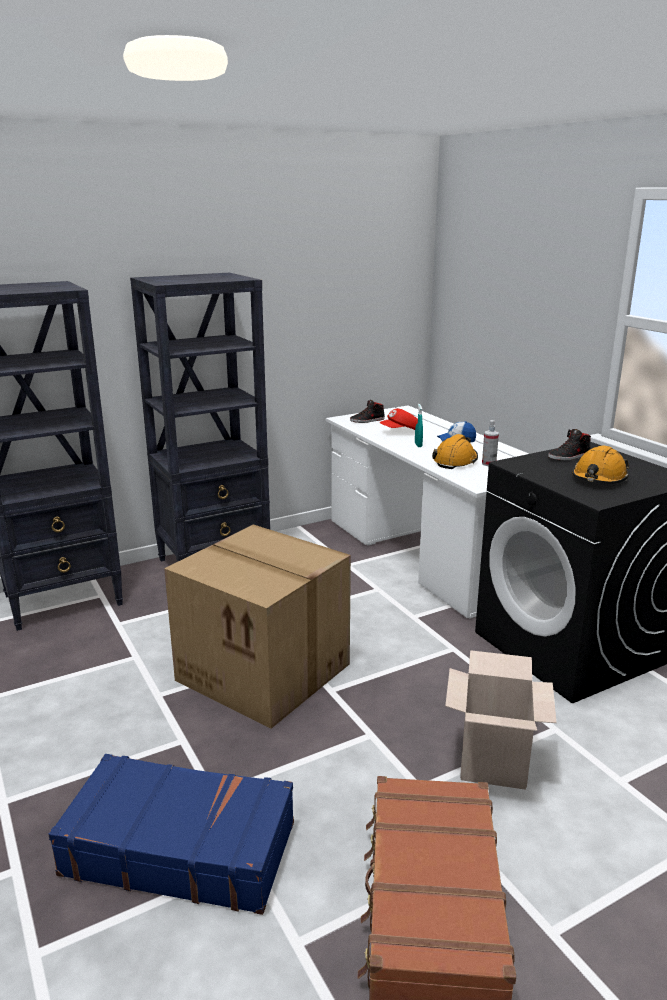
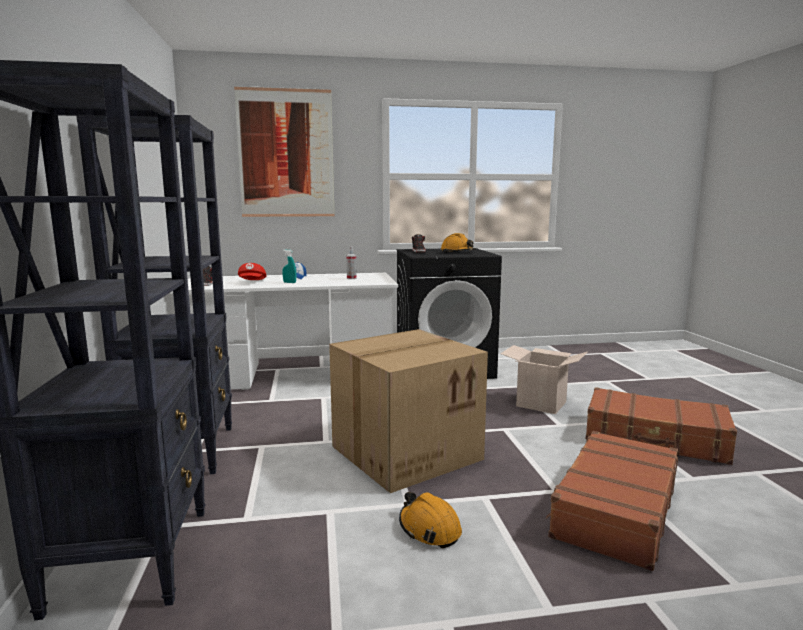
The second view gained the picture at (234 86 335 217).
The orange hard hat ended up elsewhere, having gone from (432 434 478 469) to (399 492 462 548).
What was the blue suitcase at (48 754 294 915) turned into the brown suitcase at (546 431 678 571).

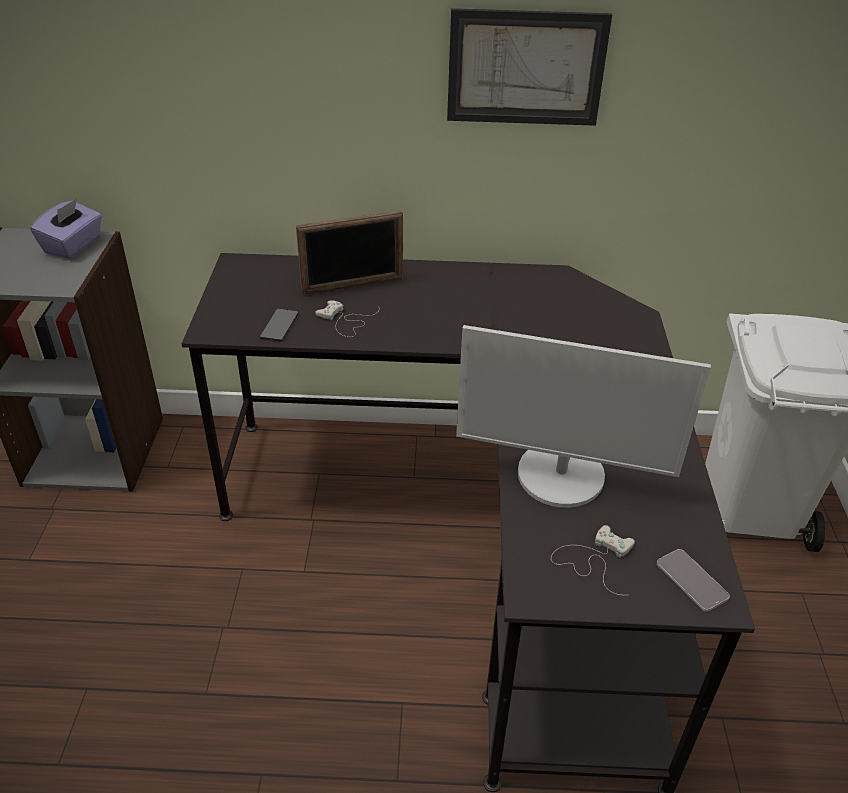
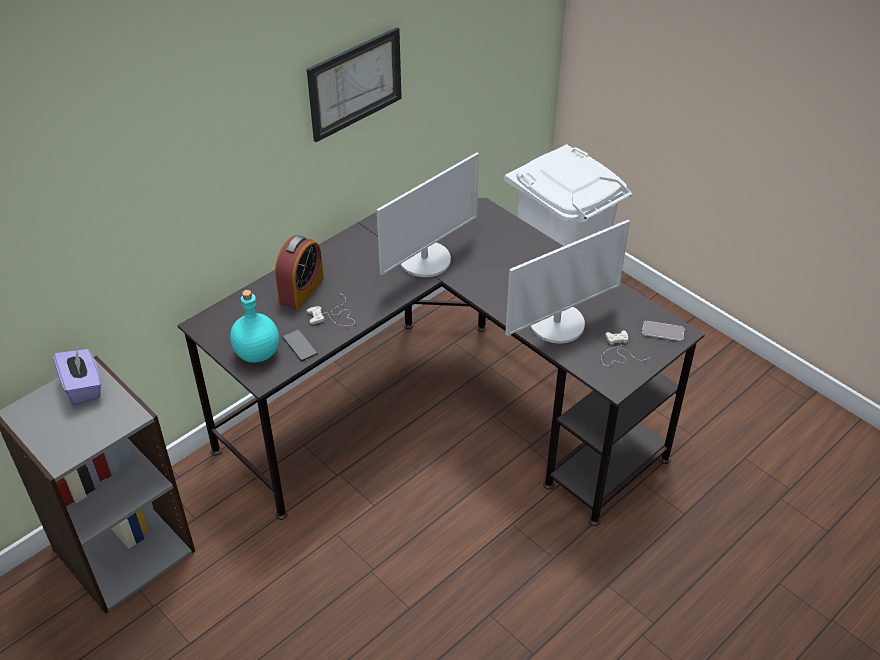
The second view gained the turquoise bottle at (230 290 279 363).
The second view gained the monitor at (377 152 479 277).
Where the picture frame stood at (296 210 403 295), the alarm clock came to stand at (275 235 324 310).

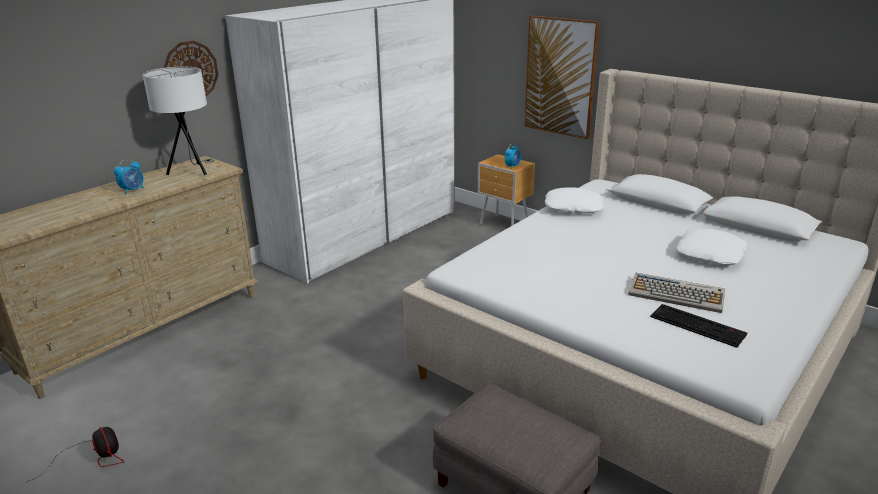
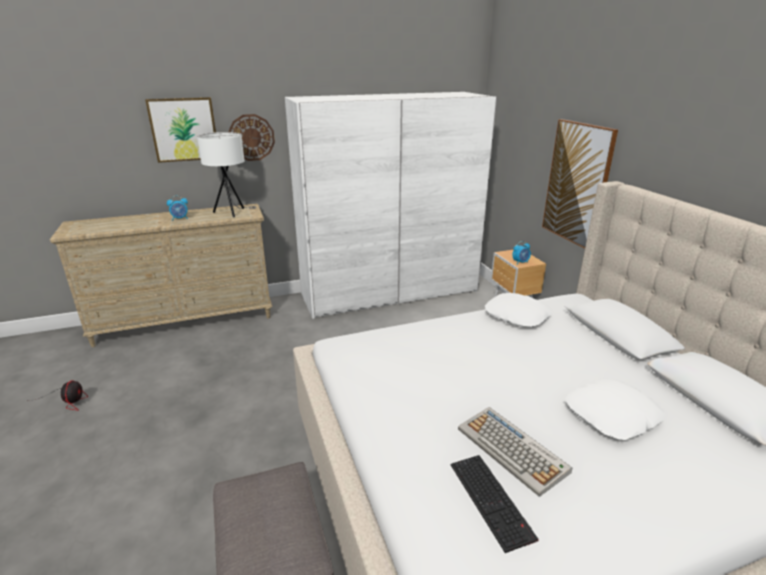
The second view gained the picture at (145 97 216 163).

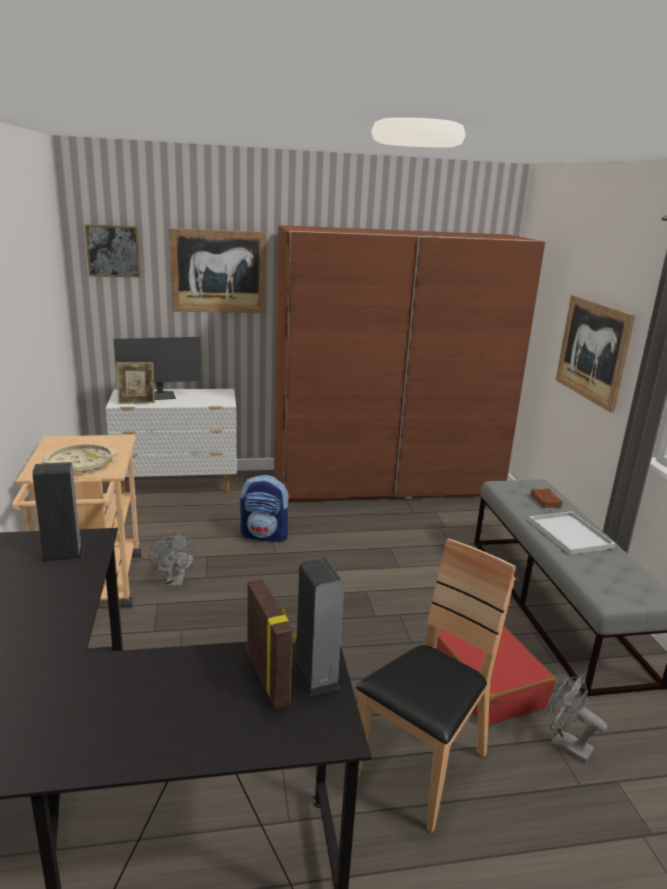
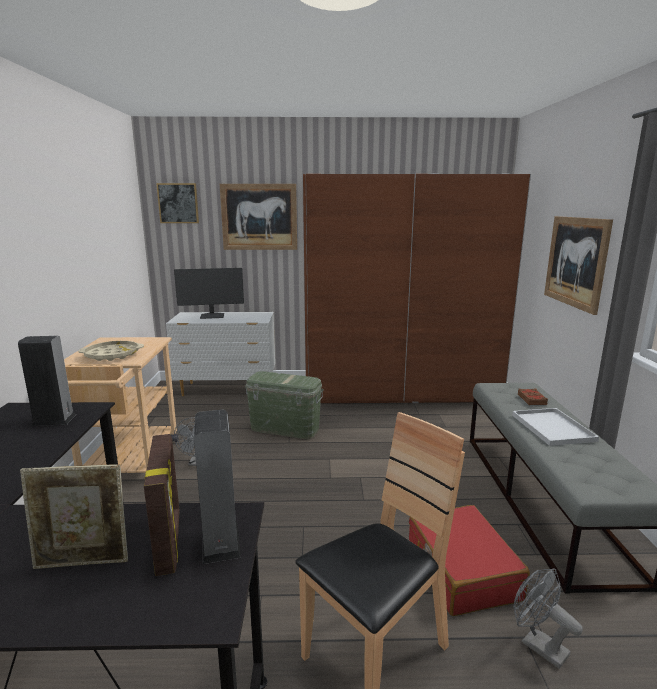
The picture frame ended up elsewhere, having gone from (116 362 155 404) to (20 464 128 569).
Where the backpack stood at (240 475 291 543), the green storage box came to stand at (245 371 324 439).

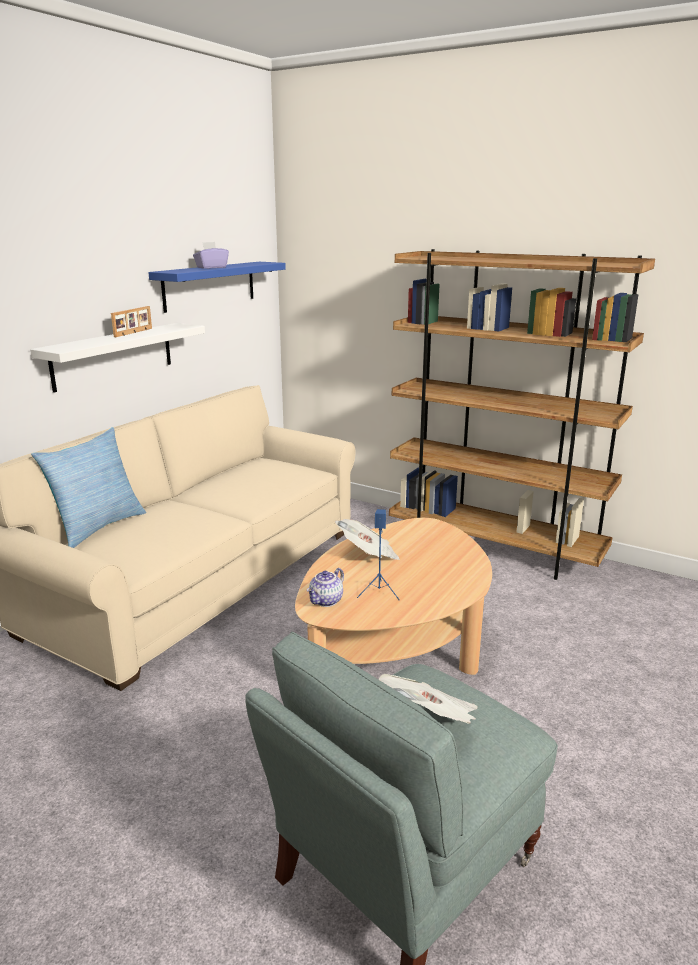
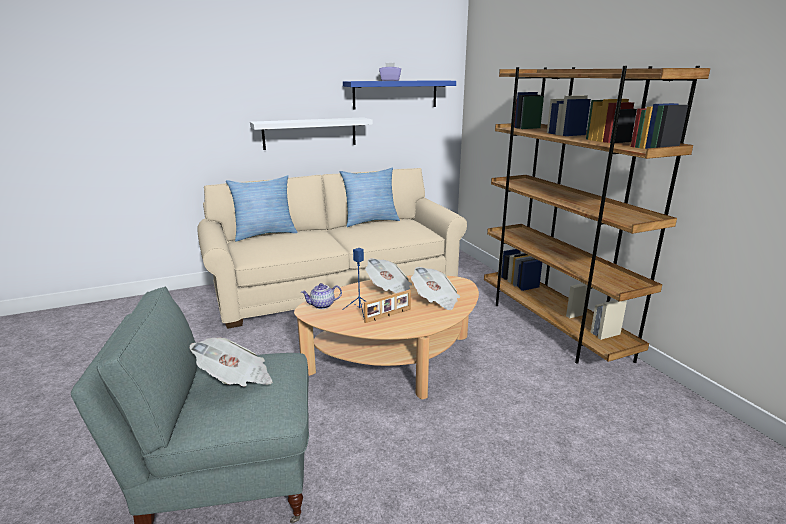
The second view gained the pillow at (340 167 400 227).
The second view gained the newspaper at (411 267 460 310).
The picture frame ended up elsewhere, having gone from (111 306 152 337) to (364 290 411 323).

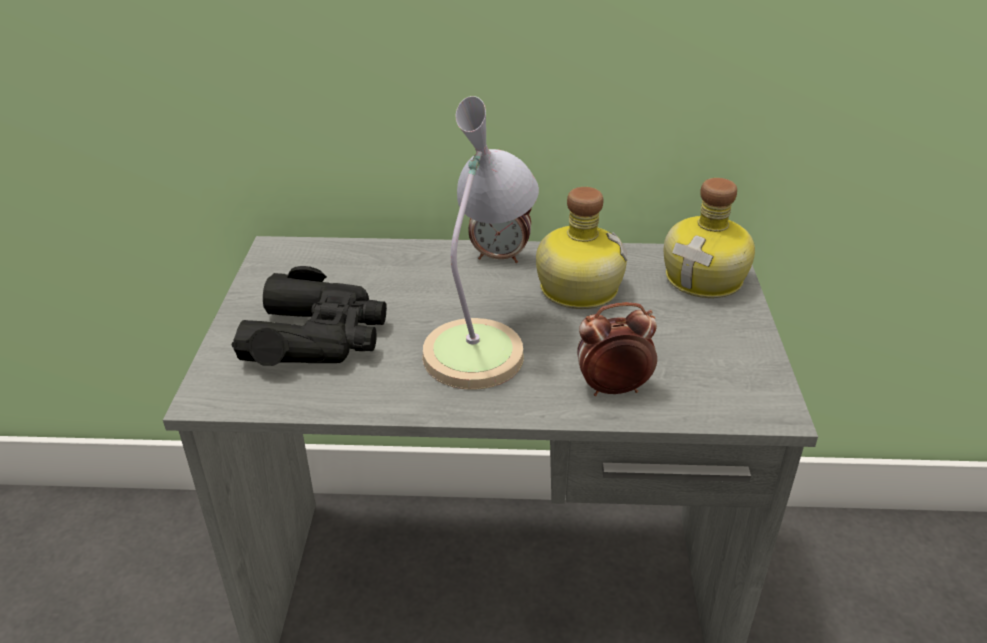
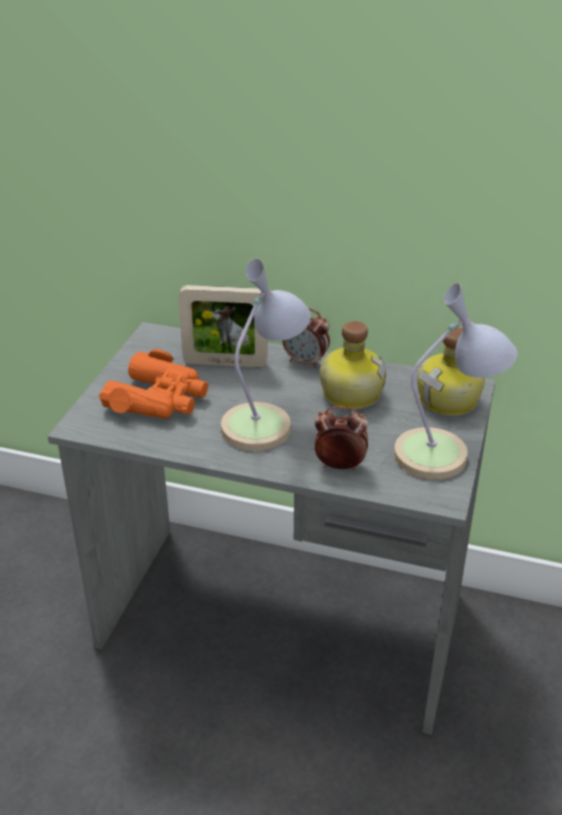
The second view gained the picture frame at (178 285 268 367).
The second view gained the table lamp at (394 283 518 480).
What was the black binoculars at (232 266 387 366) turned into the orange binoculars at (99 349 208 419).

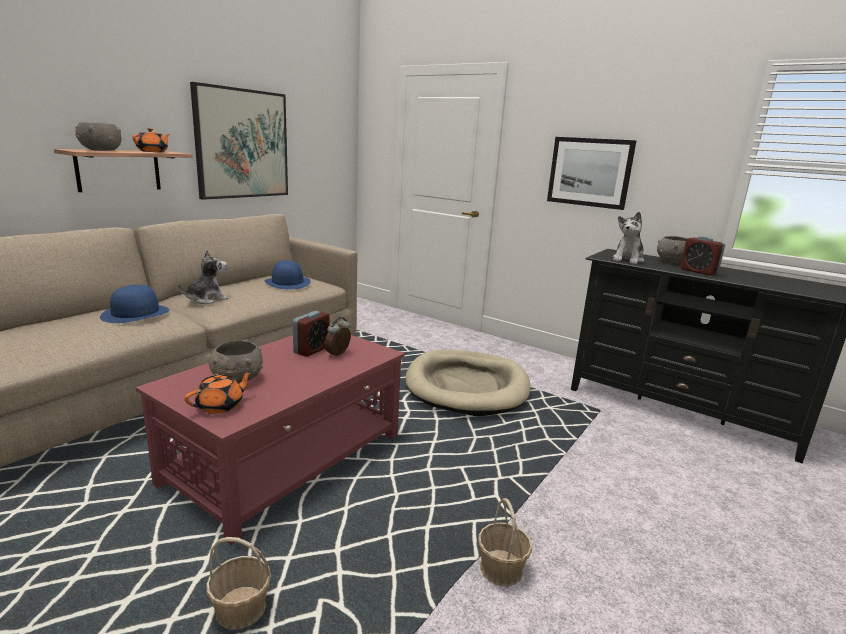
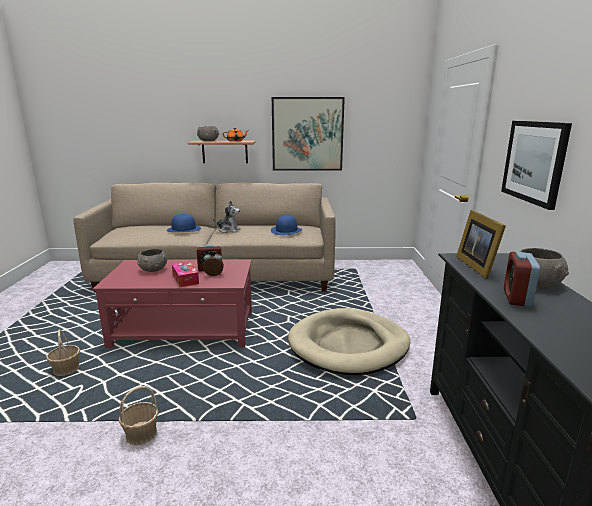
The second view lost the orange teapot at (184 371 253 414).
The second view gained the tissue box at (172 261 199 287).
Where the plush toy stood at (612 212 645 264), the picture frame came to stand at (456 210 506 279).

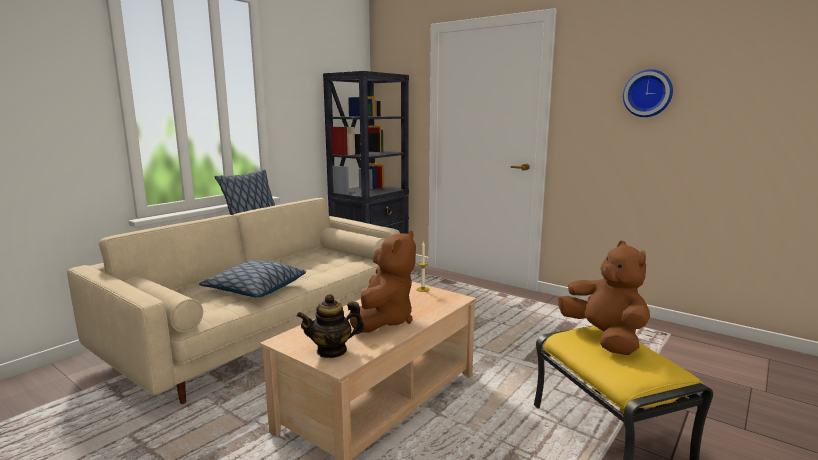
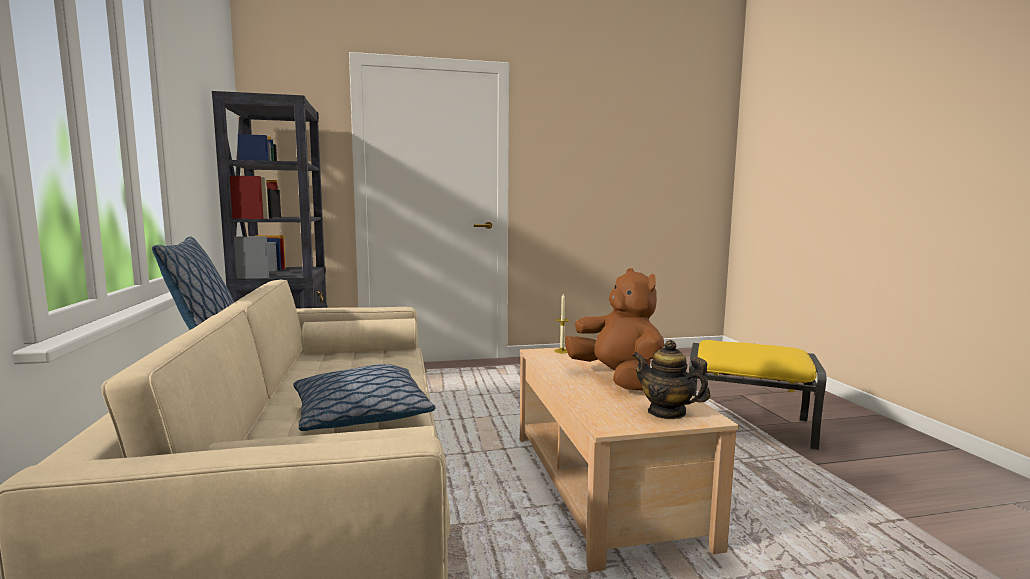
The second view lost the brown plush toy at (558 241 650 355).
The second view lost the wall clock at (623 69 673 117).
The teapot at (297 294 364 358) ended up facing another way, 105 degrees clockwise from before.

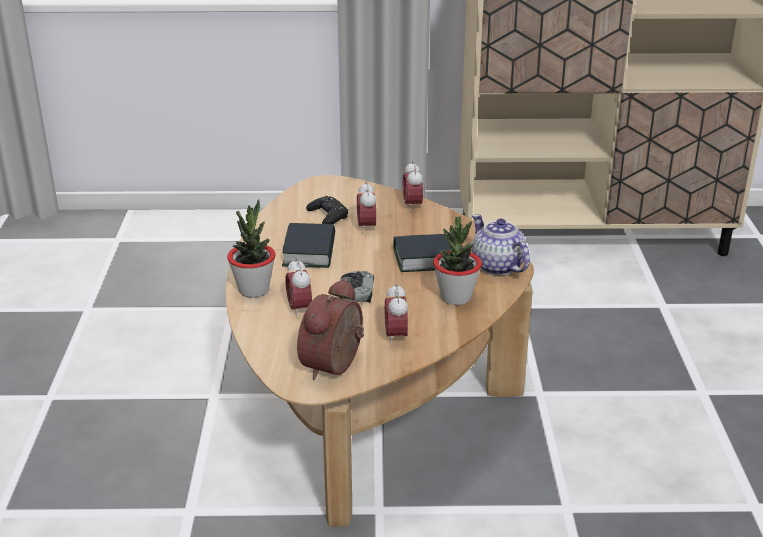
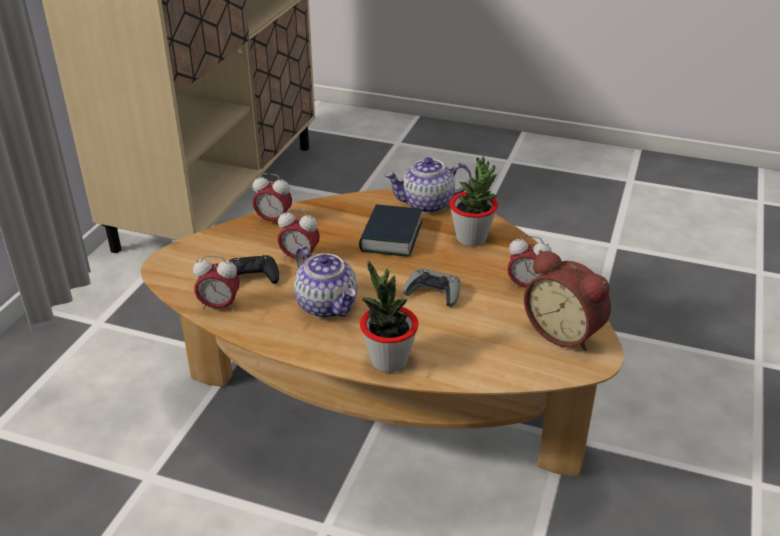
The alarm clock ended up elsewhere, having gone from (285 257 312 318) to (193 255 240 312).
Where the book stood at (282 223 335 268), the teapot came to stand at (294 246 357 318).

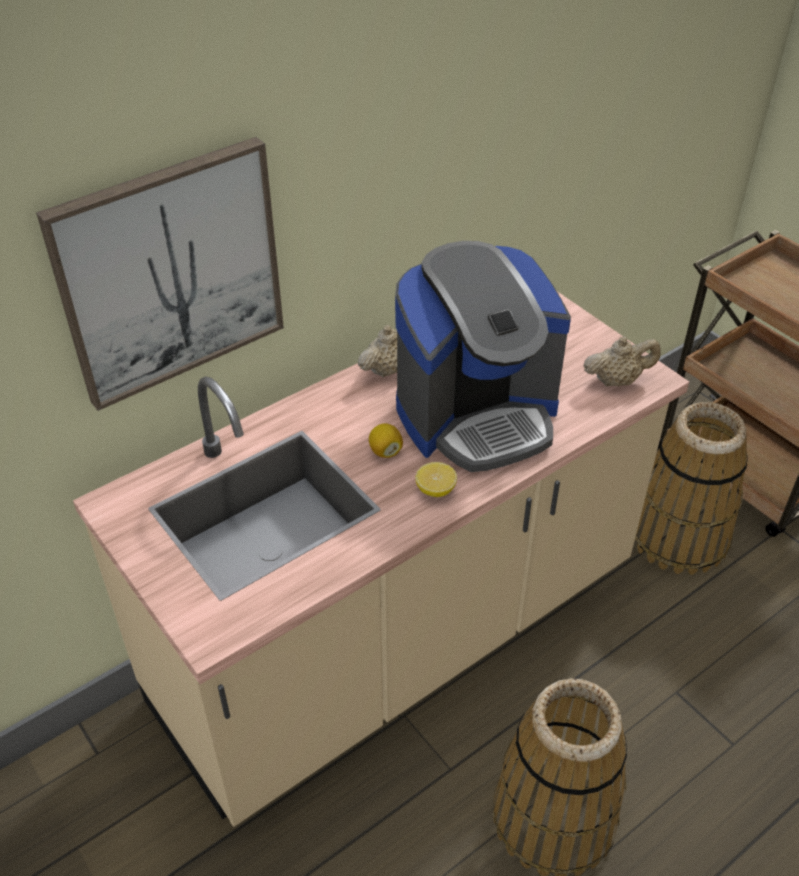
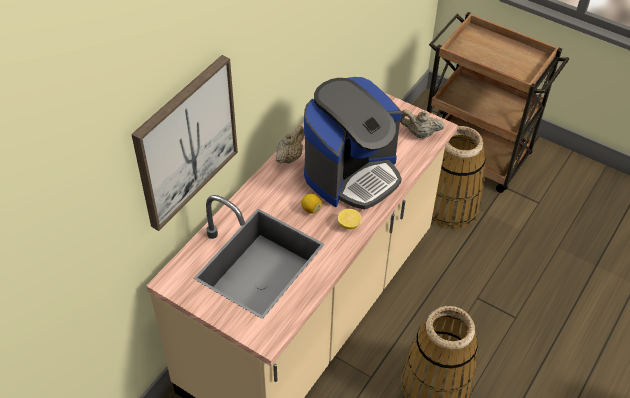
The beige teapot at (583 336 661 387) ended up facing another way, 135 degrees counterclockwise from before.

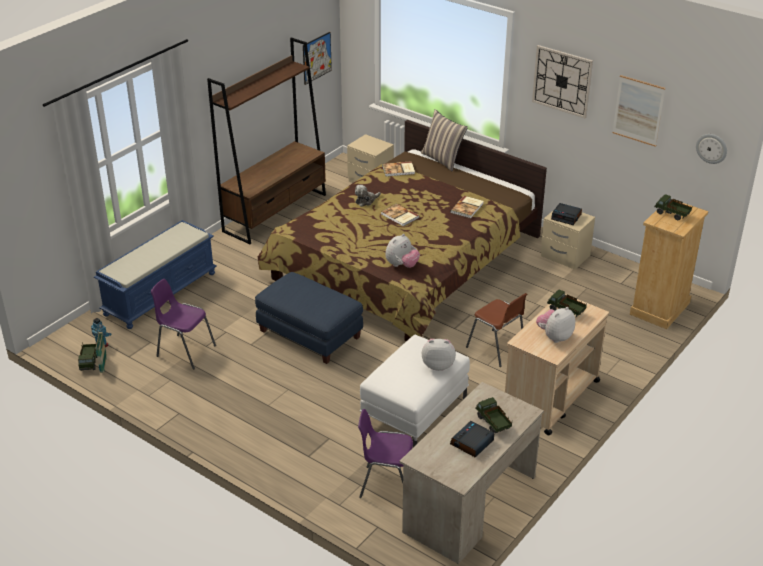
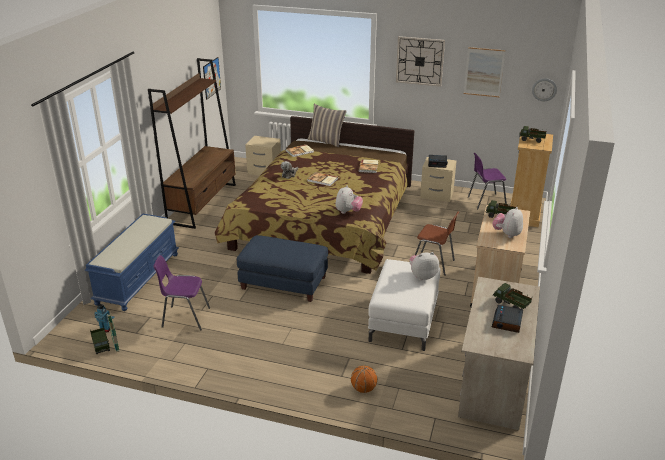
The second view gained the basketball at (351 366 377 393).
The purple chair ended up elsewhere, having gone from (358 409 413 498) to (468 153 507 209).

